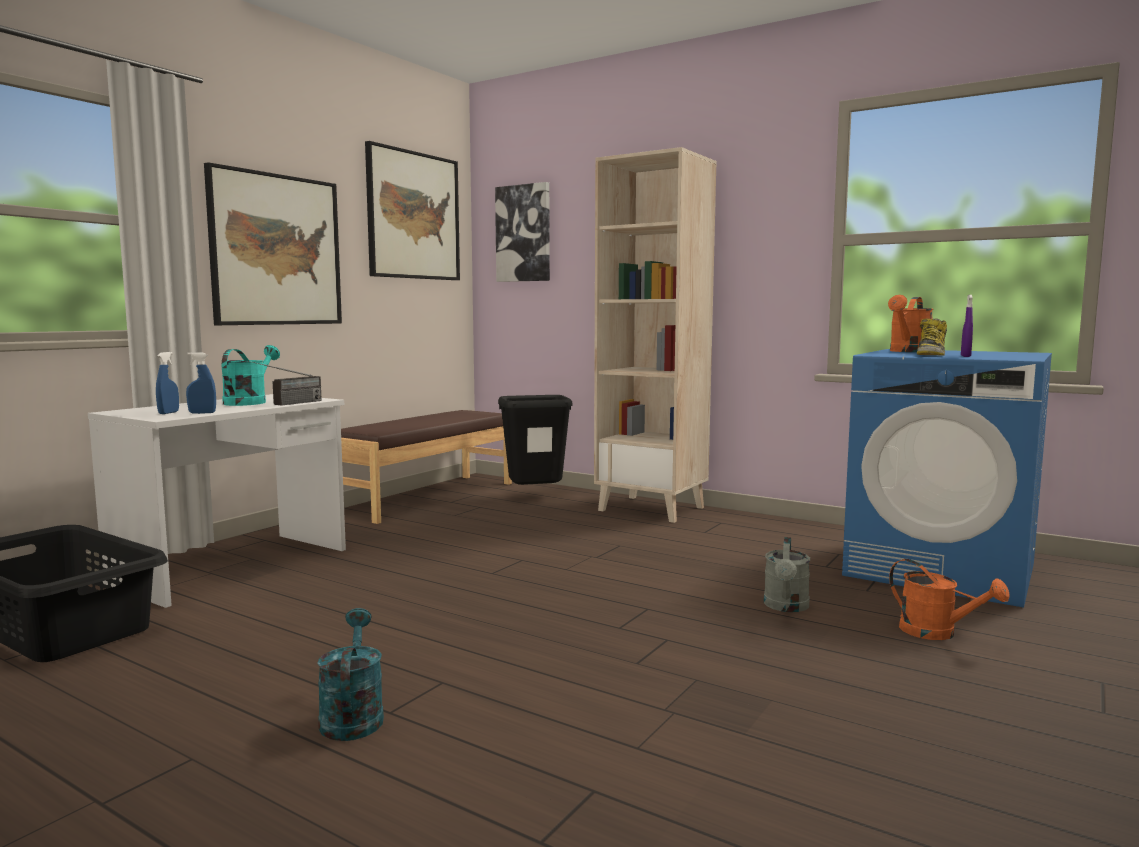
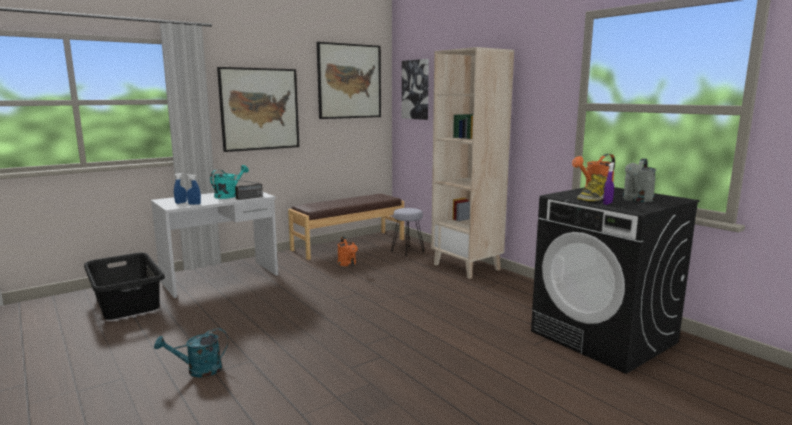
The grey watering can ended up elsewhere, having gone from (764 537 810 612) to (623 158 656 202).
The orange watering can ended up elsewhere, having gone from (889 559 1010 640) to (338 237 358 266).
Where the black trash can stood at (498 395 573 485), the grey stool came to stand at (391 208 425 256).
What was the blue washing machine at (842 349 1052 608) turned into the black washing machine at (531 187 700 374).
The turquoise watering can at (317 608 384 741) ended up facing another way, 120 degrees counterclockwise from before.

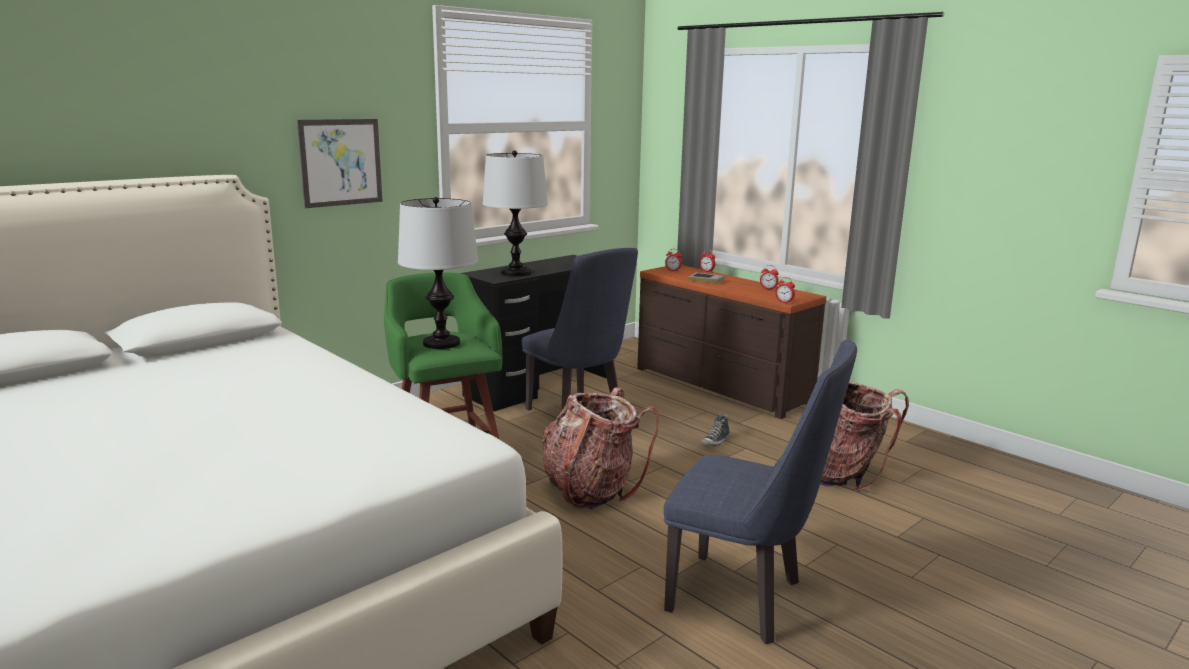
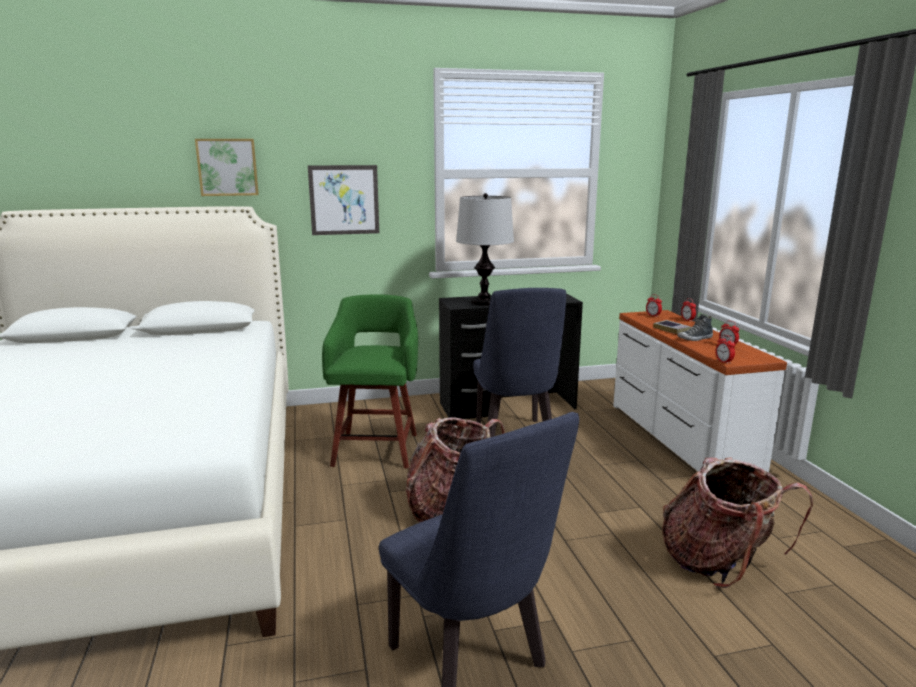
The second view lost the table lamp at (398 197 478 349).
The second view gained the picture at (195 139 259 196).
The shoe ended up elsewhere, having gone from (702 414 730 446) to (678 314 713 341).
What was the brown dresser at (637 265 827 419) turned into the white dresser at (613 310 787 473).

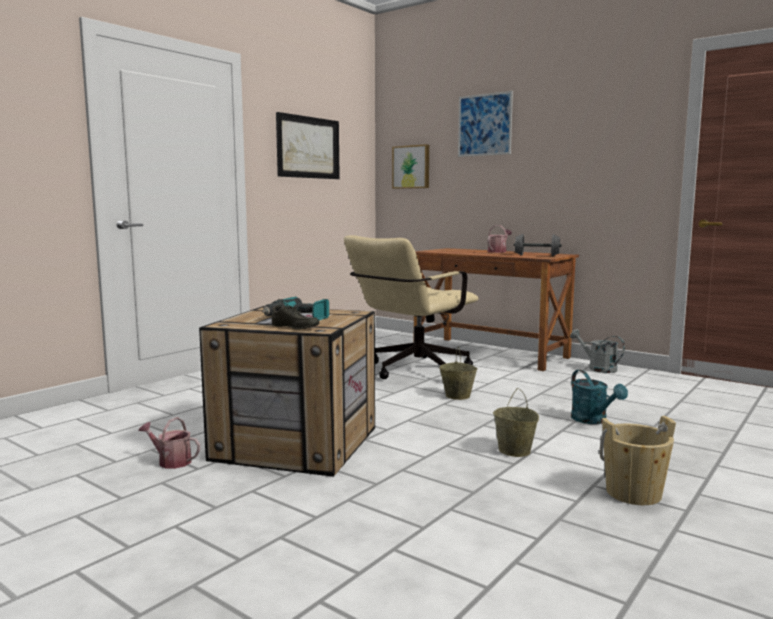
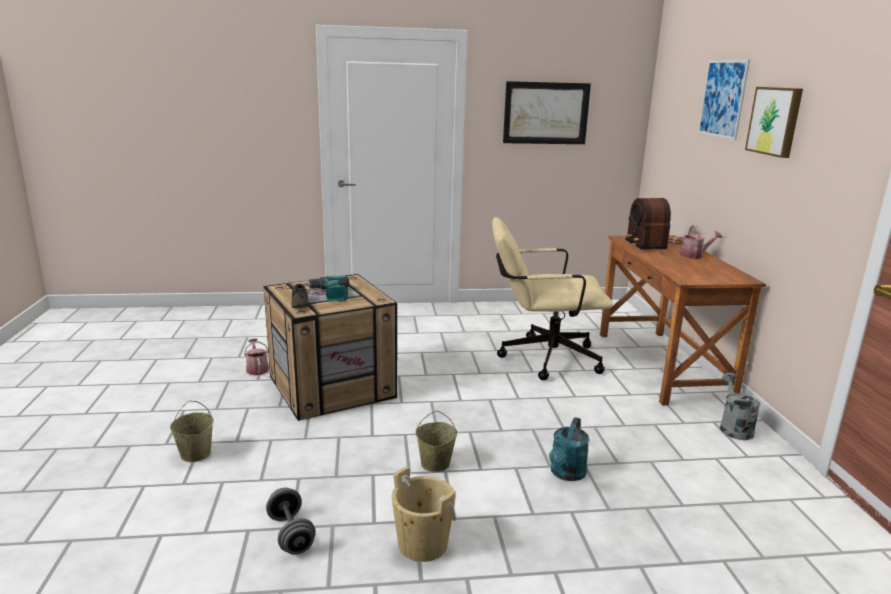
The second view gained the radio at (625 198 682 250).
The picture ended up elsewhere, having gone from (392 144 429 189) to (745 87 803 158).
The beige bucket ended up elsewhere, having gone from (439 347 478 400) to (170 401 214 462).
The grey dumbbell ended up elsewhere, having gone from (514 234 562 256) to (266 488 316 555).

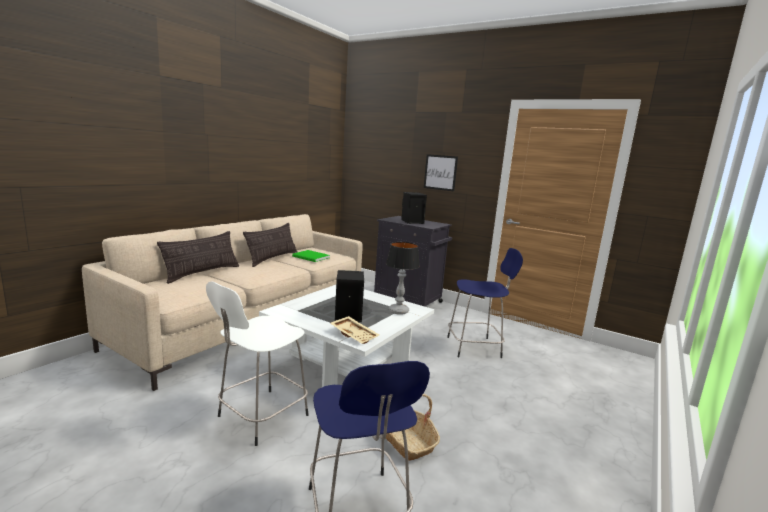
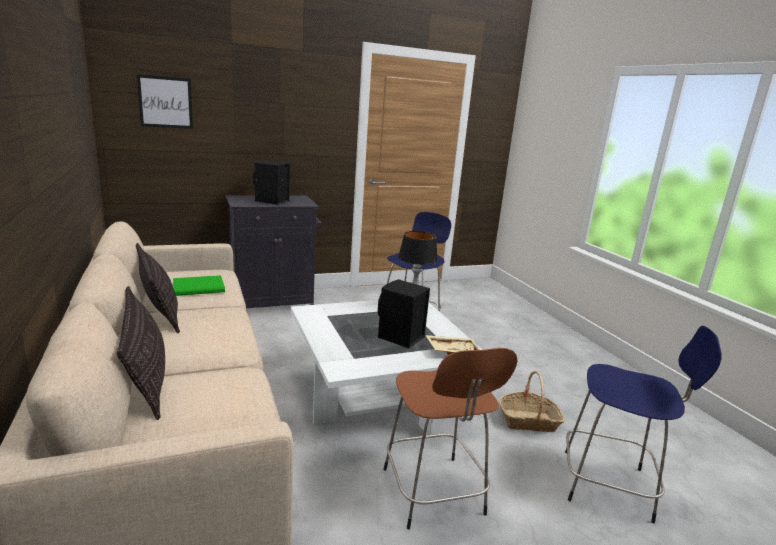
The picture ended up elsewhere, having gone from (424 154 458 191) to (137 74 193 129).
What was the white stool at (206 281 309 446) turned into the brown stool at (383 348 517 529).

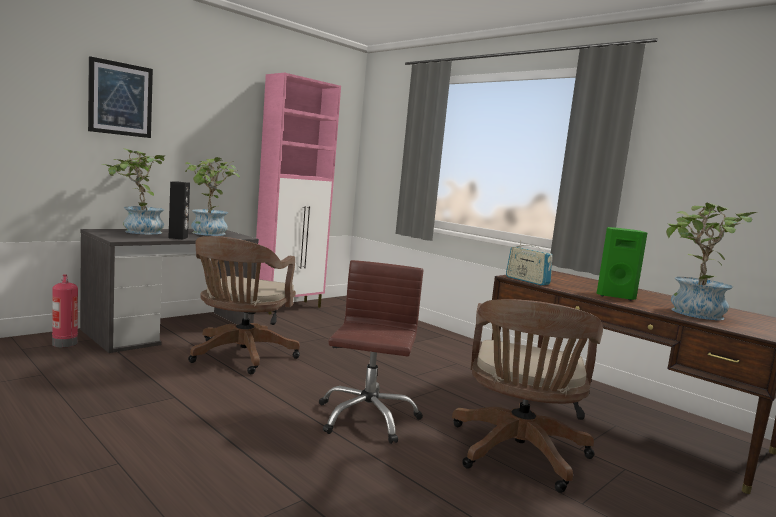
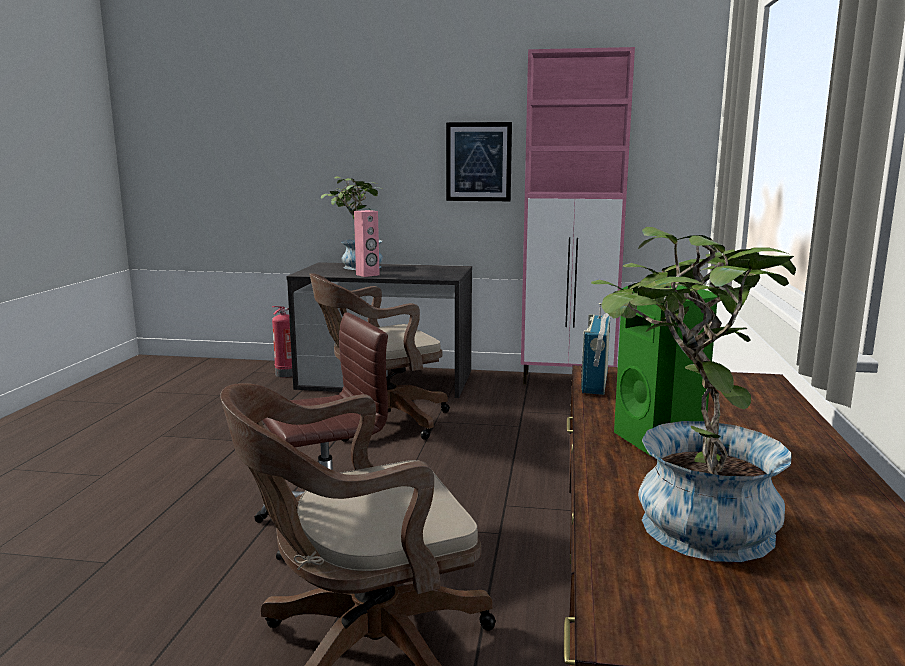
The second view lost the potted plant at (185 157 240 236).
The picture ended up elsewhere, having gone from (88 56 153 138) to (446 122 512 201).
What was the black speaker at (168 181 190 239) turned into the pink speaker at (354 210 380 277).

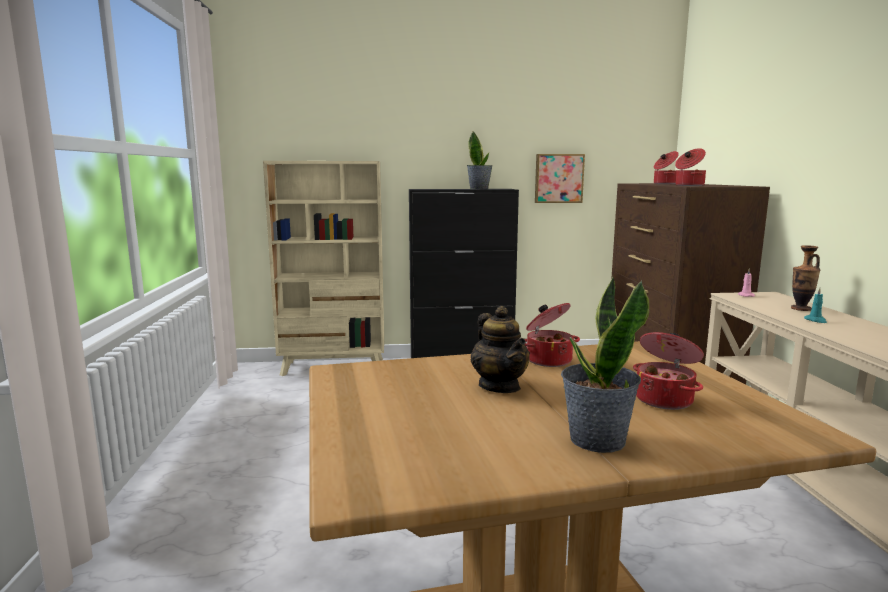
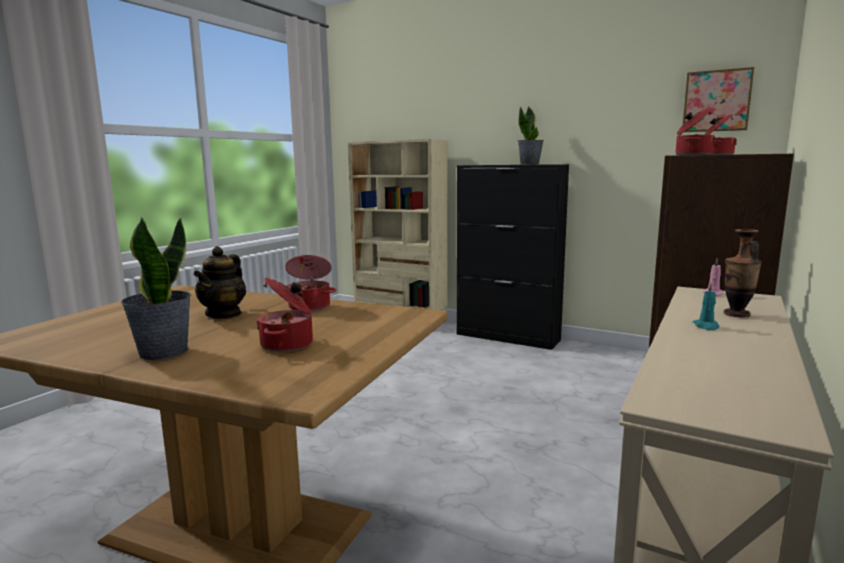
The picture ended up elsewhere, having gone from (535 154 585 203) to (683 67 754 132).

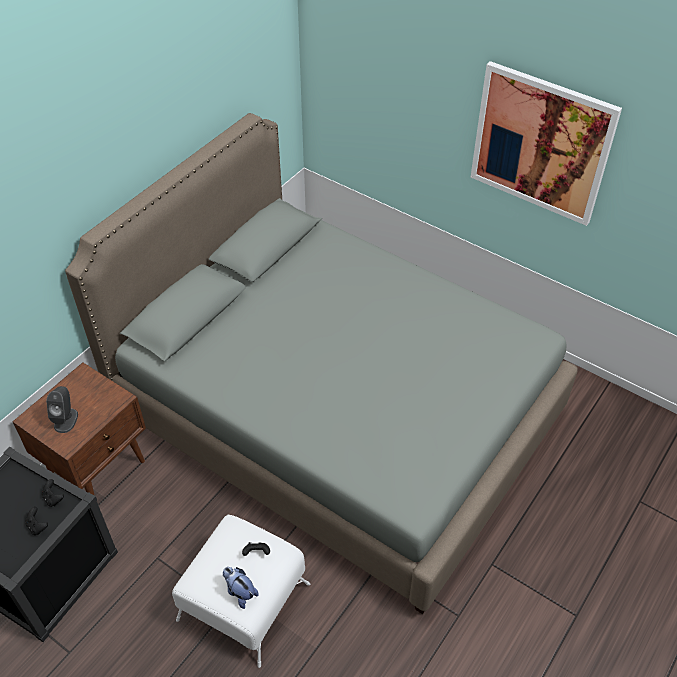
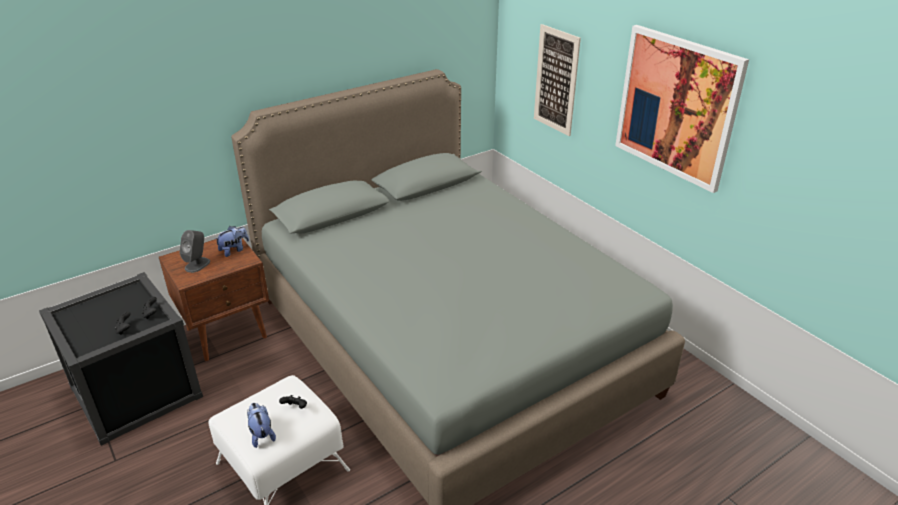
The second view gained the plush toy at (215 226 249 257).
The second view gained the picture at (534 24 581 136).

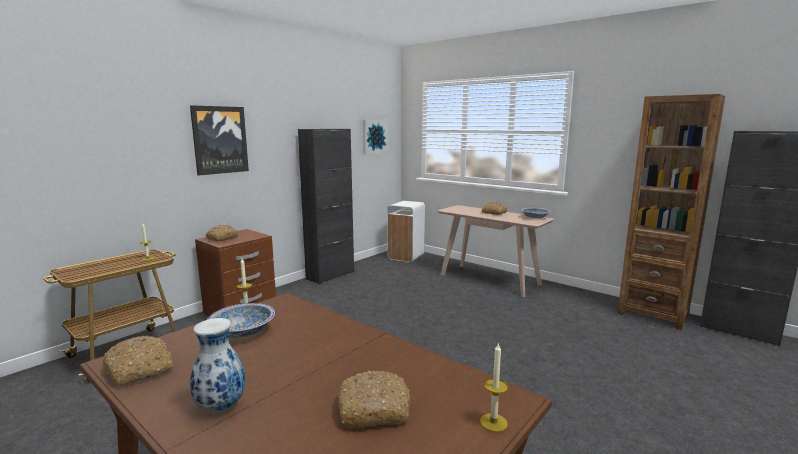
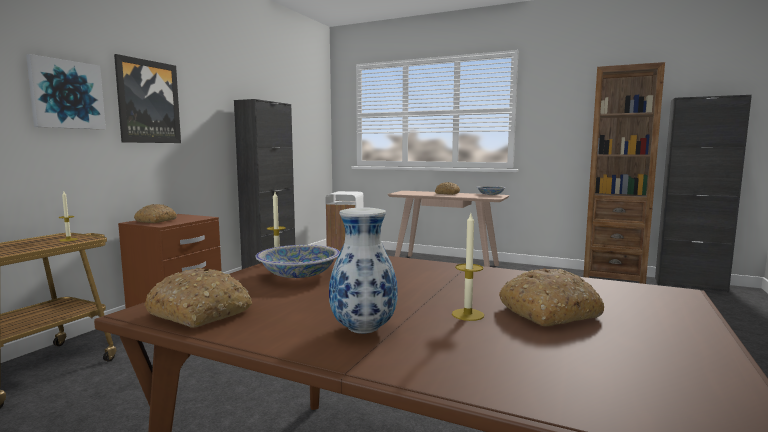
The picture ended up elsewhere, having gone from (363 120 388 154) to (26 54 106 130).
The candle ended up elsewhere, having gone from (480 342 508 432) to (452 214 484 321).

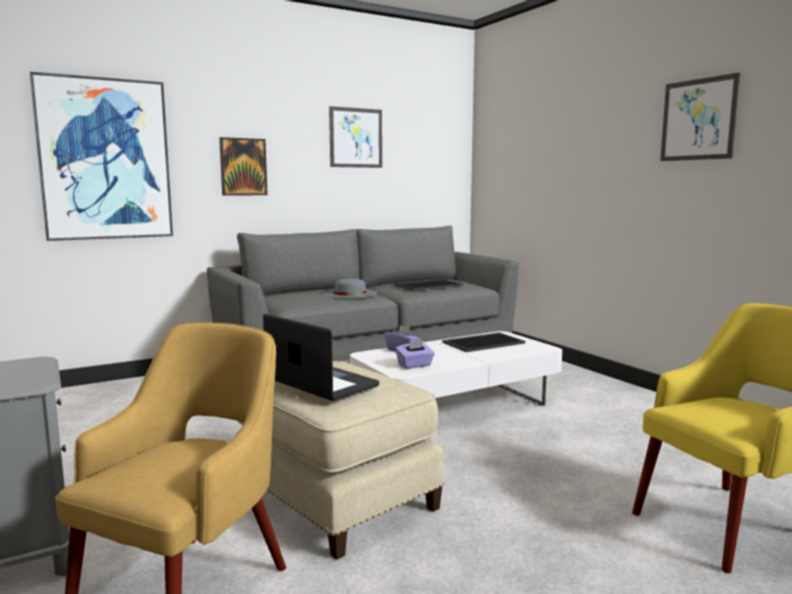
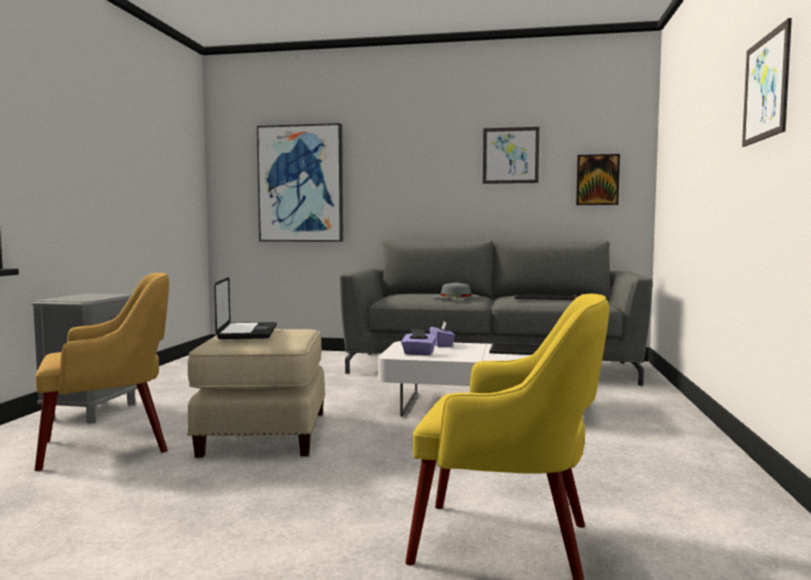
The picture ended up elsewhere, having gone from (219 137 268 196) to (576 154 620 205).

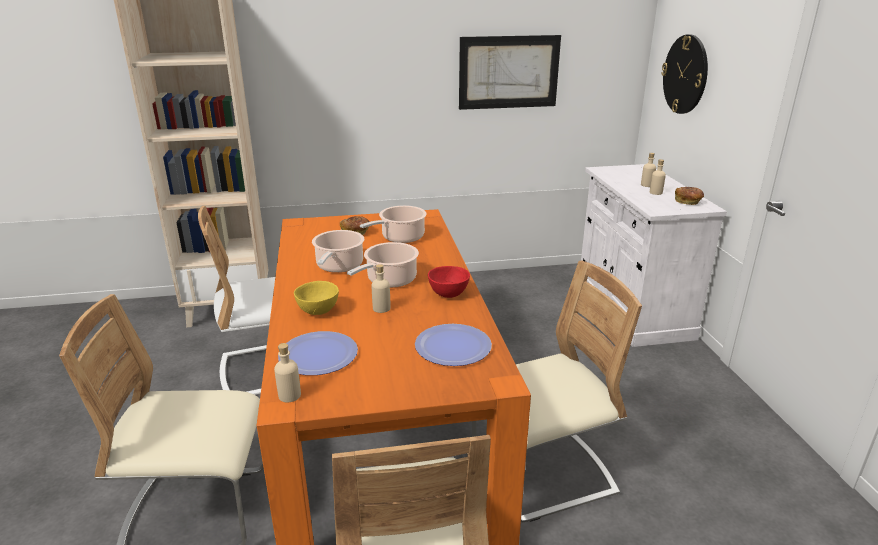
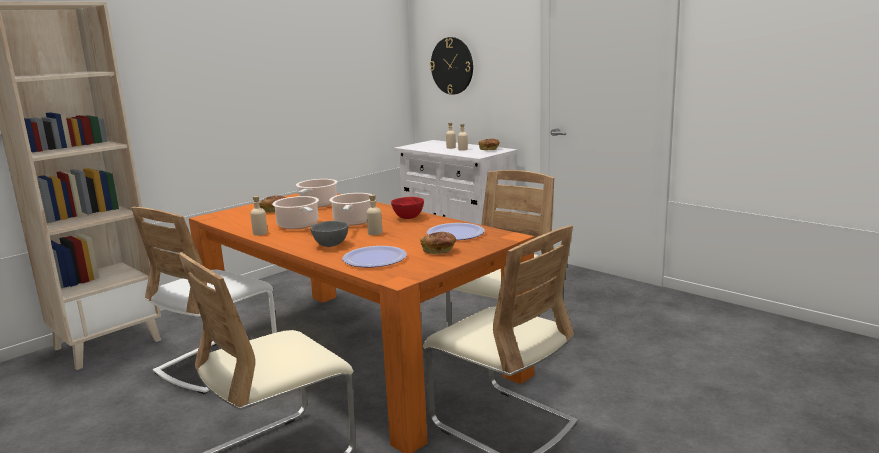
The second view lost the picture at (459 35 561 110).
The second view gained the bread at (420 232 456 254).
The beige bottle ended up elsewhere, having gone from (274 343 301 403) to (250 196 268 236).
What was the yellow bowl at (294 281 339 315) turned into the grey bowl at (310 221 349 247).

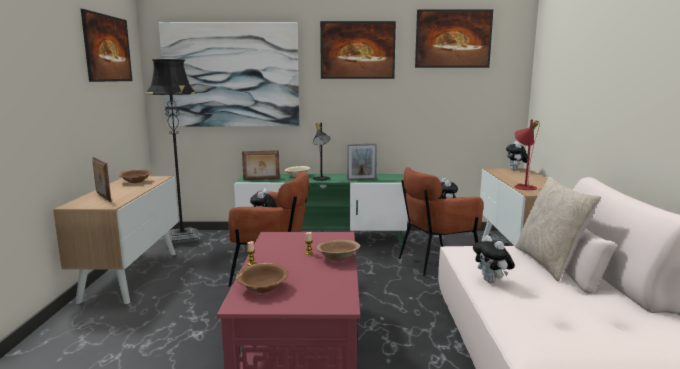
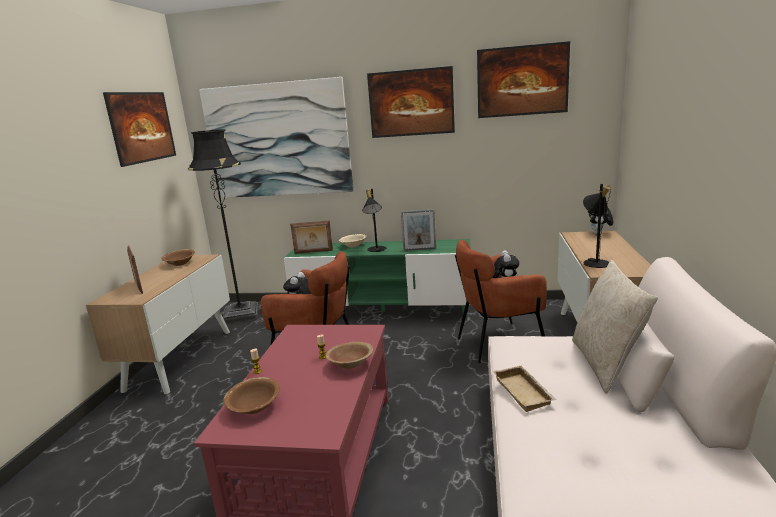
Where the plush toy stood at (473 235 515 283), the beige tray came to stand at (493 366 557 412).
What was the red table lamp at (514 119 540 190) turned into the black table lamp at (583 184 611 268).

